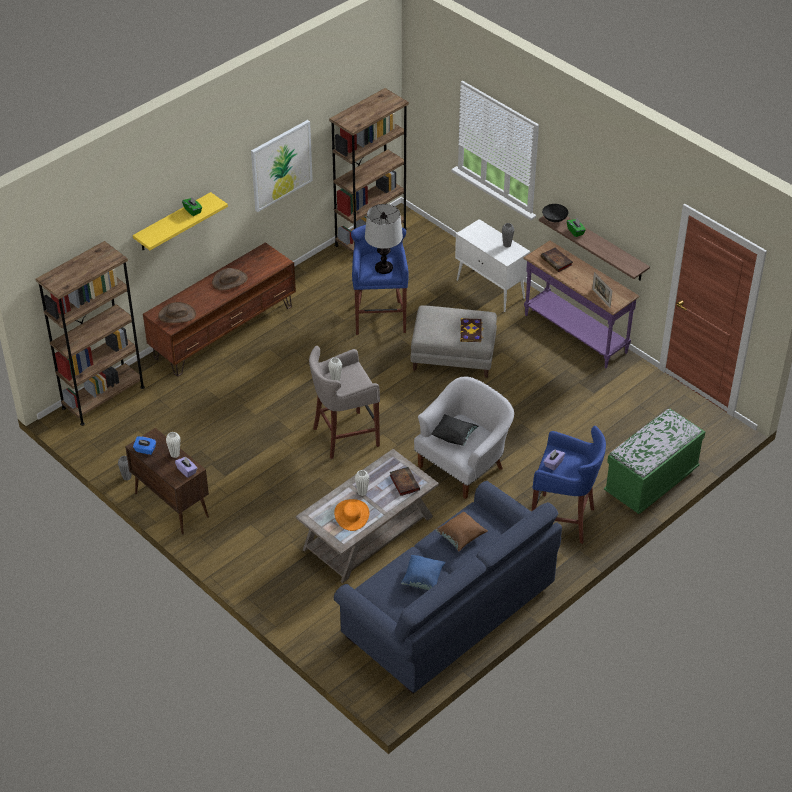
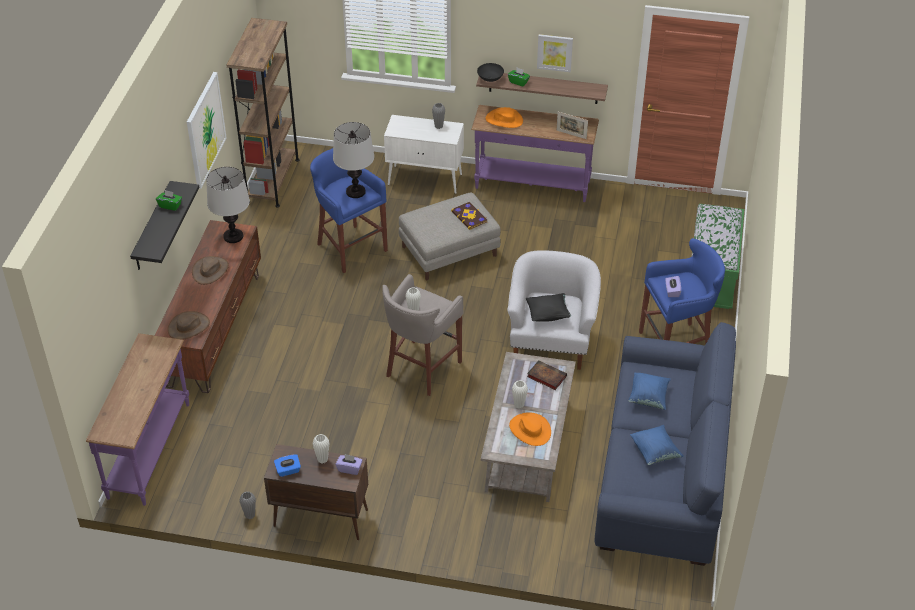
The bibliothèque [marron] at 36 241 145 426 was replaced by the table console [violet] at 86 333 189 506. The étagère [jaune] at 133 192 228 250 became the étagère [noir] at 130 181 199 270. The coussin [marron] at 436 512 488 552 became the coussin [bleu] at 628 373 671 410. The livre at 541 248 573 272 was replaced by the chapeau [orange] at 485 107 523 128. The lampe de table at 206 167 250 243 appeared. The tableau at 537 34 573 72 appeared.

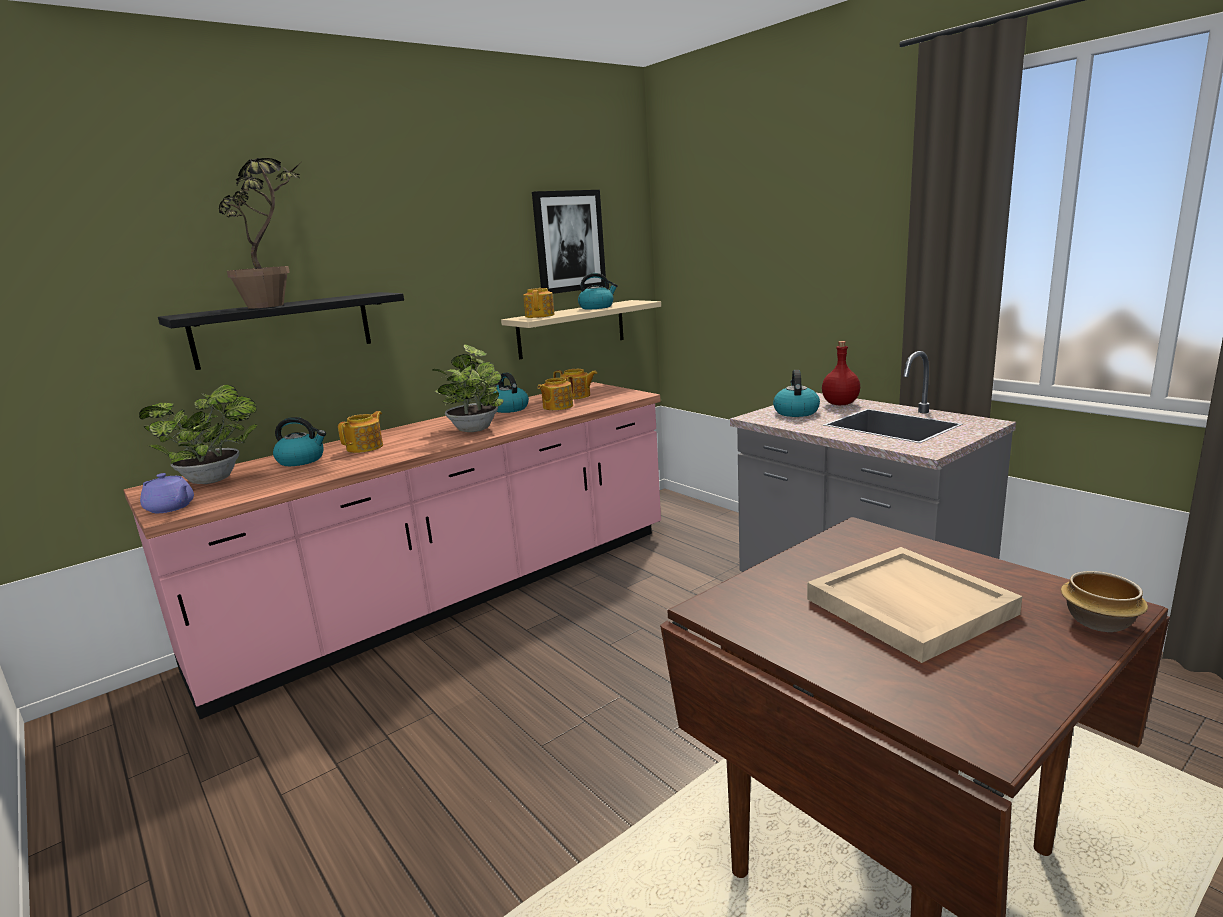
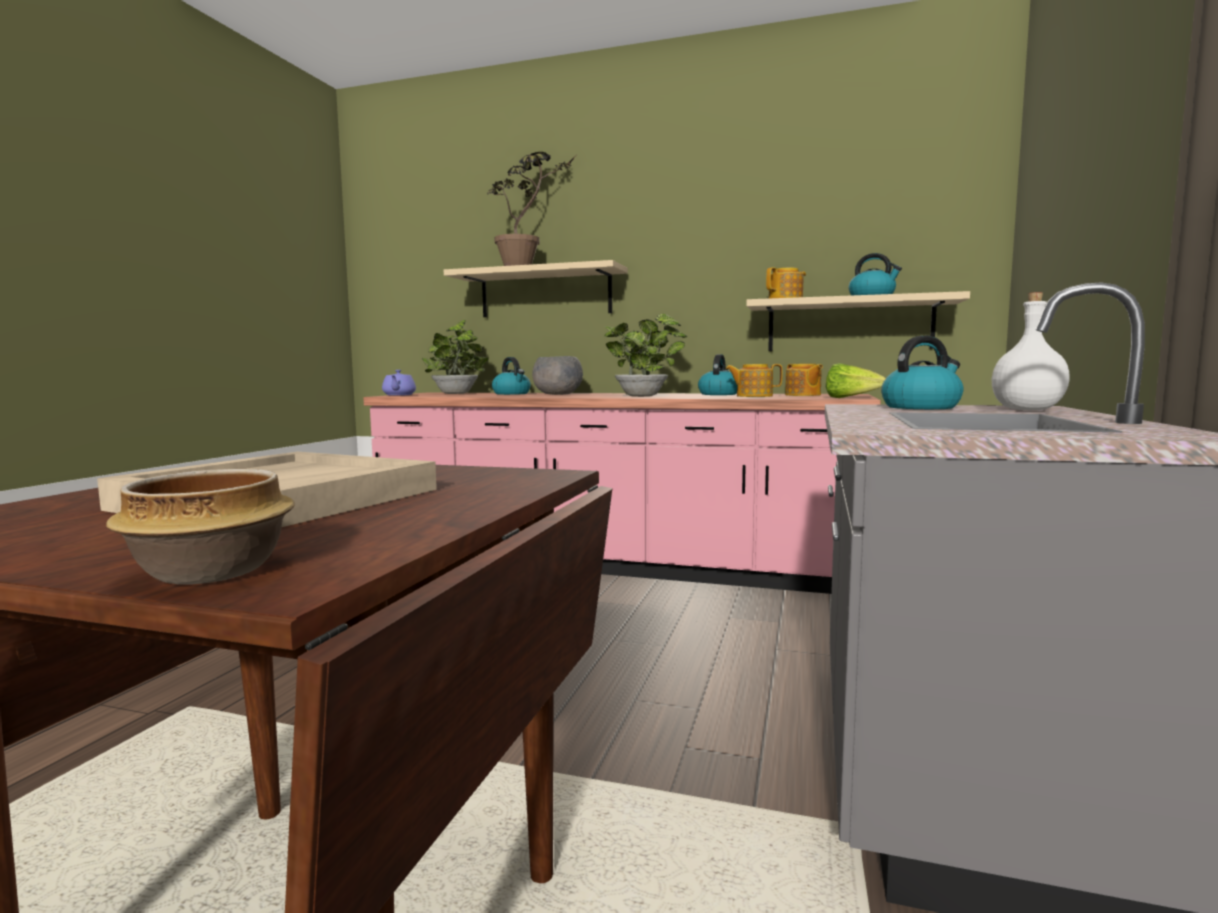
The étagère [noir] at 158 292 404 370 became the étagère [beige] at 444 260 628 317. The théière at 338 411 383 453 was replaced by the bol [gris] at 532 356 583 395. The tableau at 532 190 606 294 disappeared. The bouteille [rouge] at 822 341 860 405 became the bouteille [blanc] at 992 292 1070 410. The laitue at 826 363 886 398 appeared.

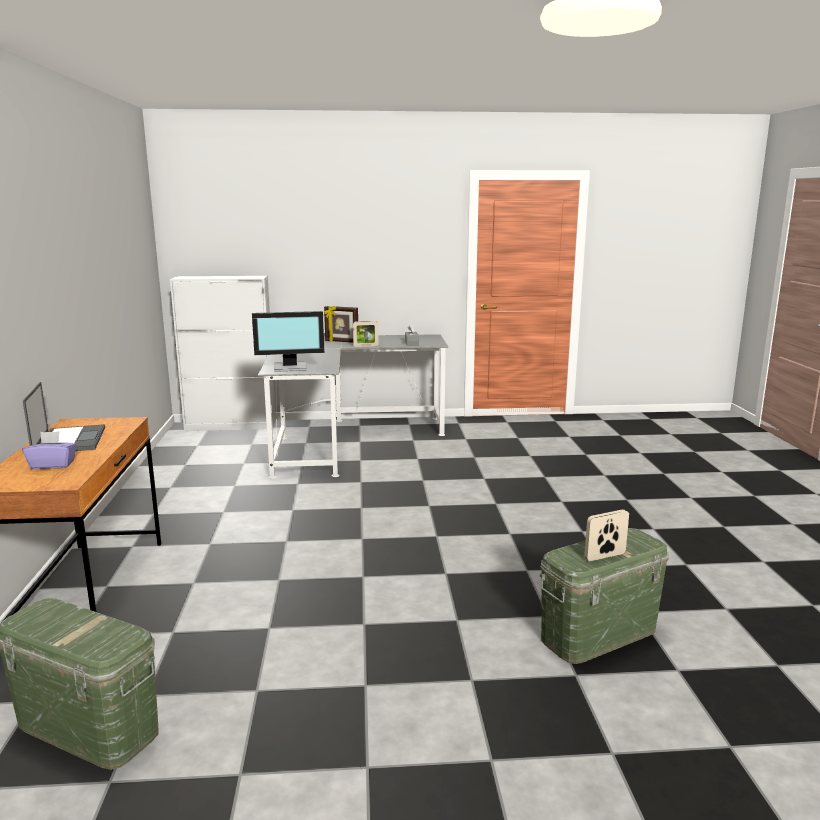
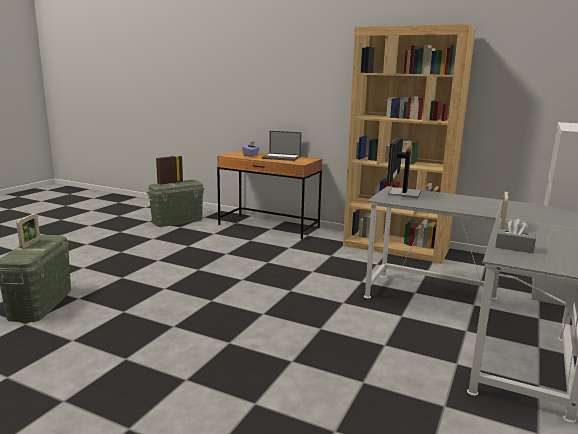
The cadre photo moved from 324 306 358 343 to 156 155 183 185. The bibliothèque [marron] at 343 24 476 264 appeared.

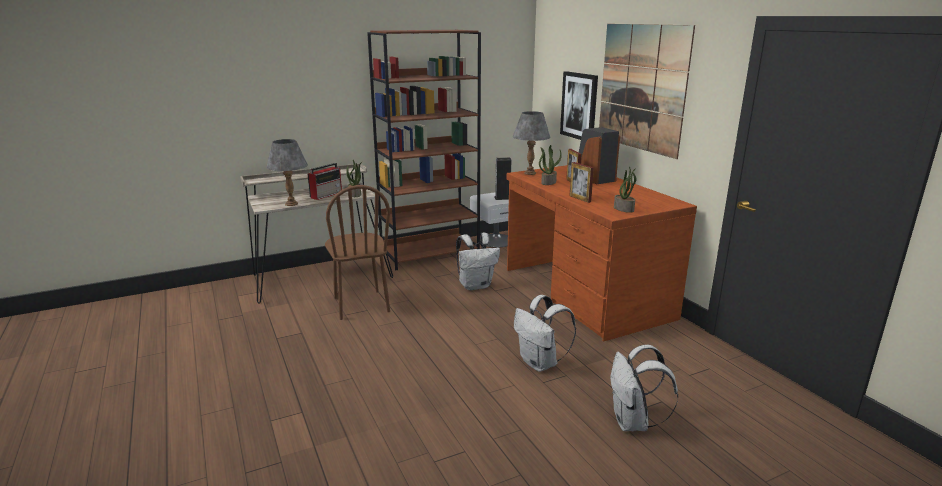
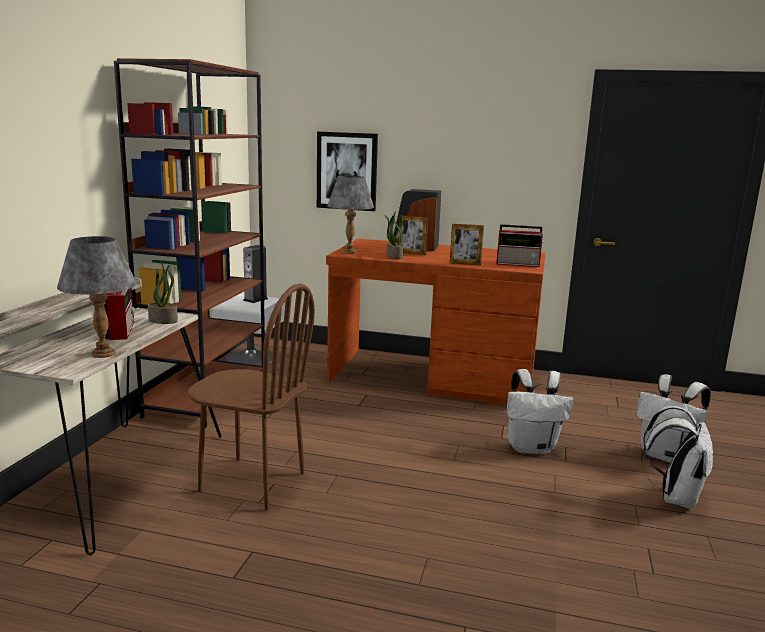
The sac à dos [blanc] moved from 456 232 500 290 to 641 406 713 509. The tableau at 599 24 695 159 disappeared. The plante en pot at 614 166 636 213 was replaced by the radio at 497 224 544 267.

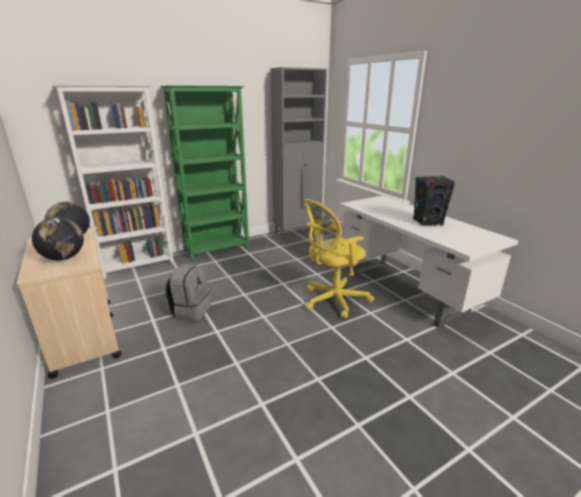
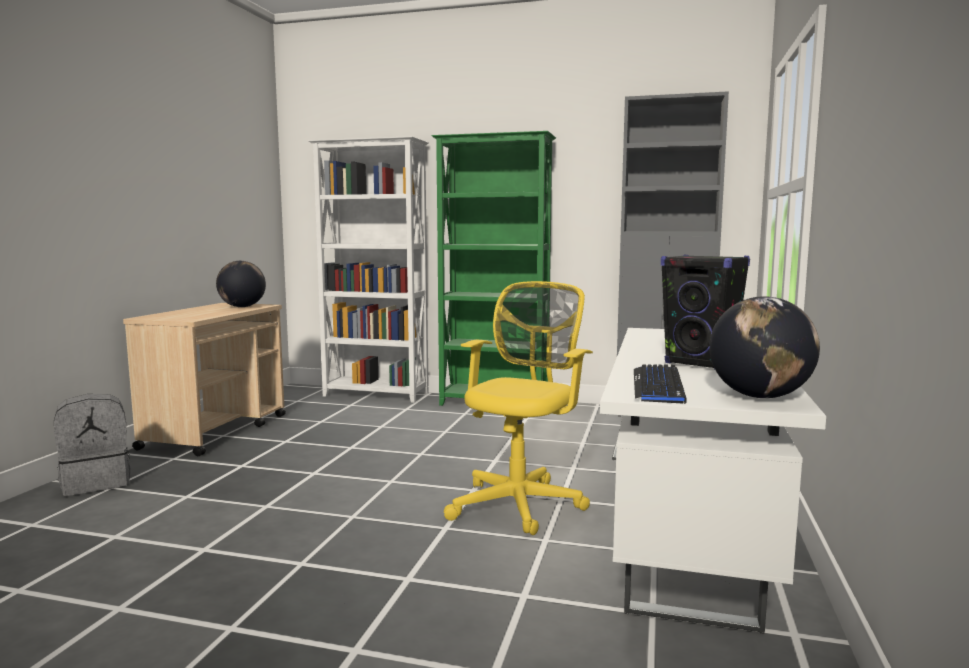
The globe moved from 32 217 84 260 to 709 296 820 398. The sac à dos [gris] moved from 166 264 211 322 to 54 394 131 496. The chaise de bureau [jaune] at 303 199 374 319 turned 105 degrees clockwise. The clavier at 634 364 687 404 appeared.

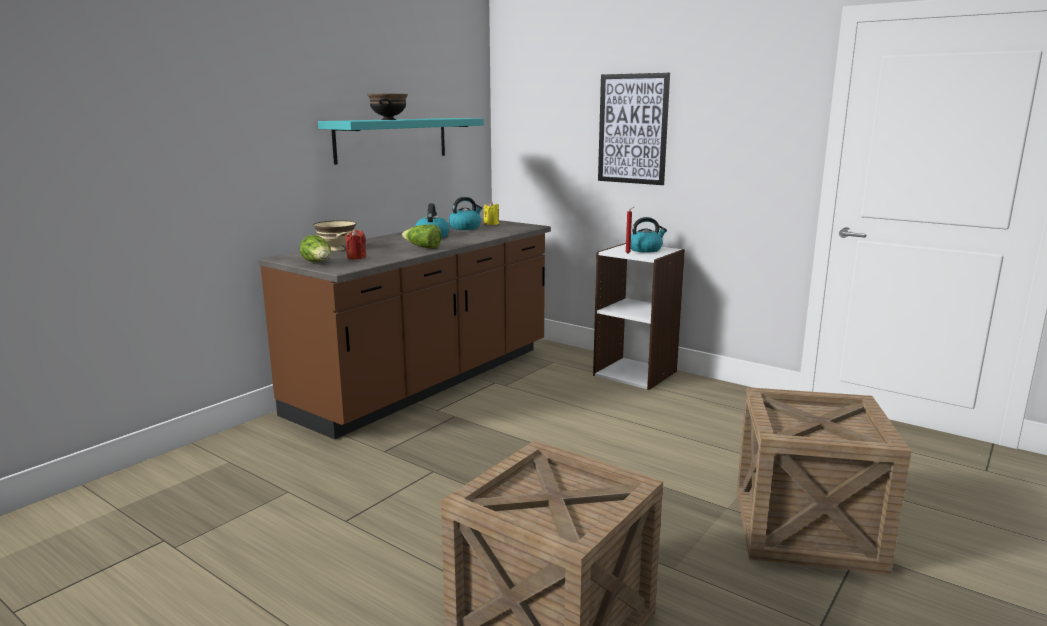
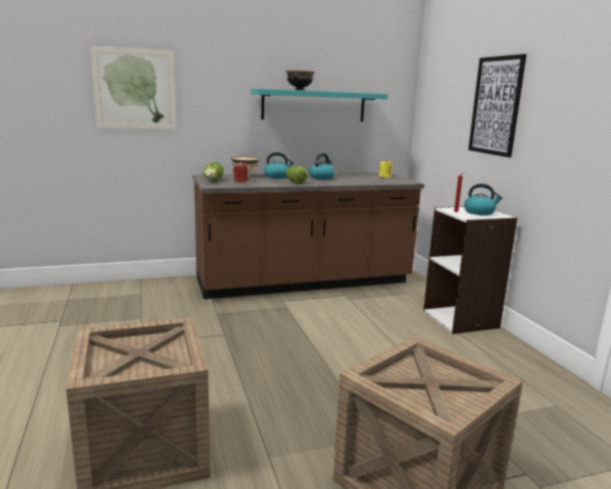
The bouilloire moved from 448 197 482 230 to 264 152 294 179. The tableau at 90 46 176 130 appeared.

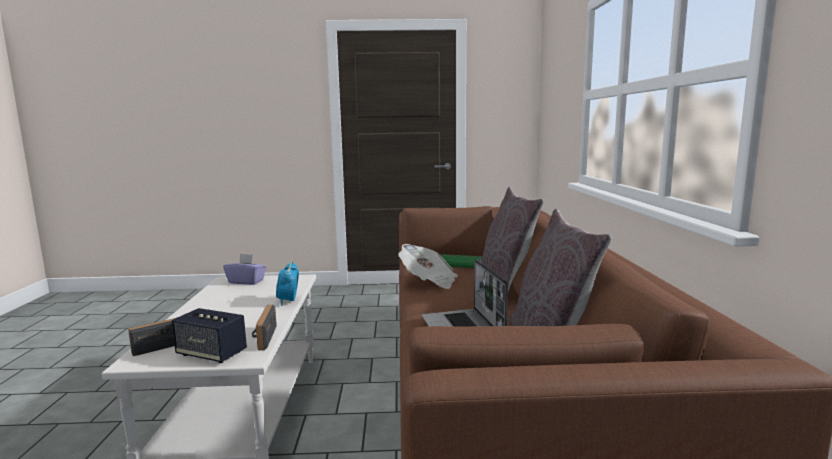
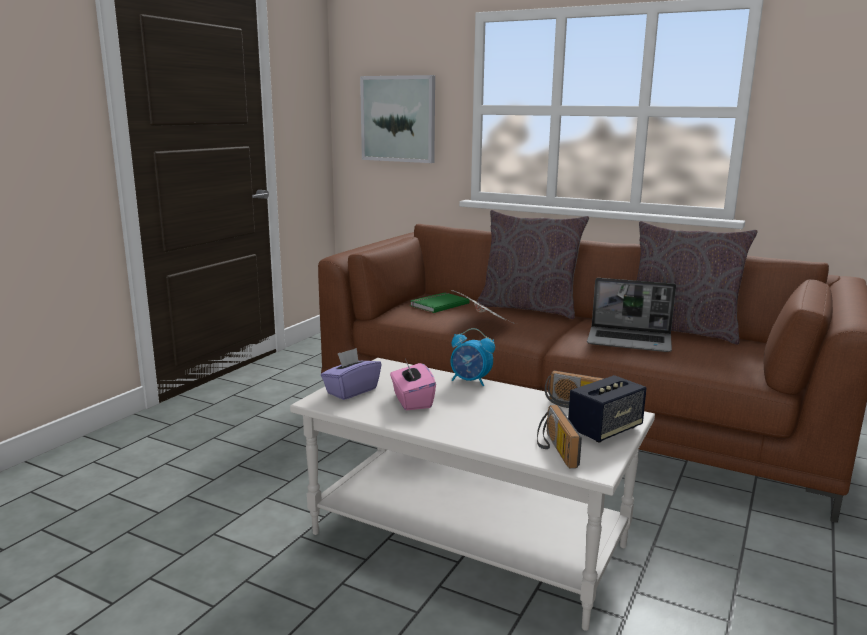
The tableau at 360 75 435 163 appeared. The boîte à mouchoirs [rose] at 390 359 436 410 appeared.

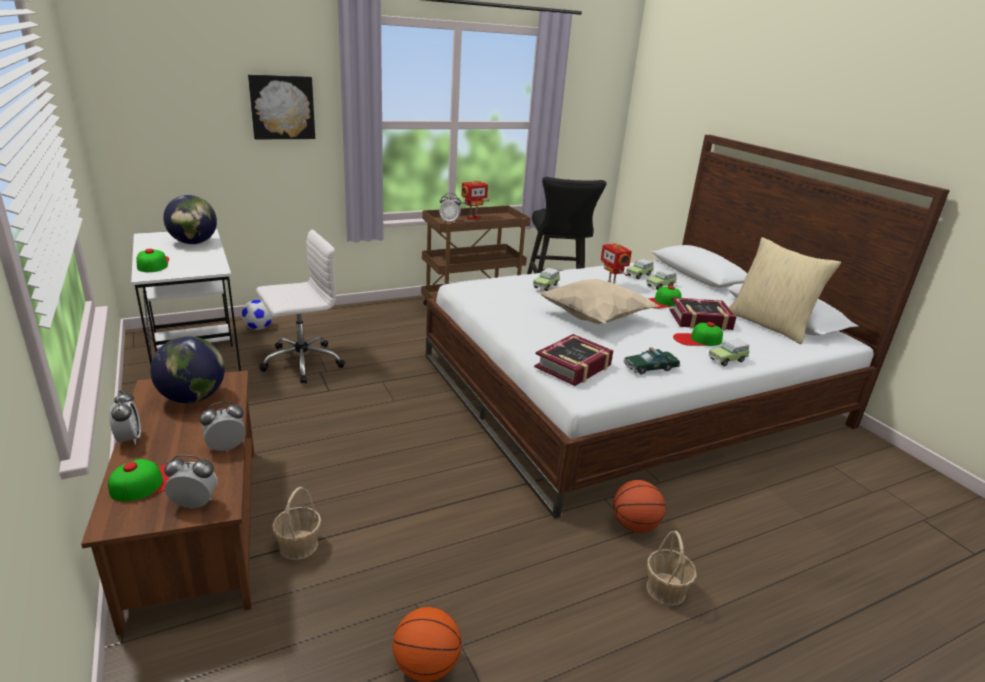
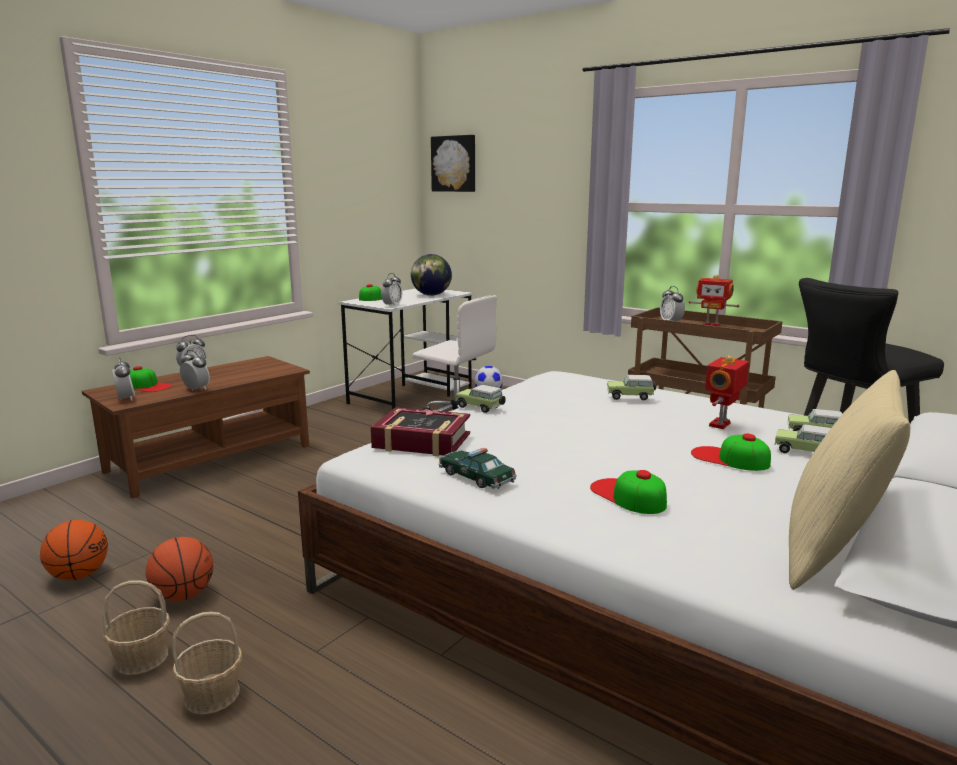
The globe at 150 336 225 403 disappeared. The tableau moved from 248 75 315 139 to 431 135 475 192. The panier moved from 272 487 321 560 to 102 580 170 675. The coussin [beige] at 536 279 659 324 disappeared. The ballon de basket moved from 613 480 665 533 to 146 537 213 601. The livre at 669 298 737 330 disappeared. The petite voiture moved from 708 339 750 366 to 455 385 506 413. The réveil at 381 273 402 306 appeared.

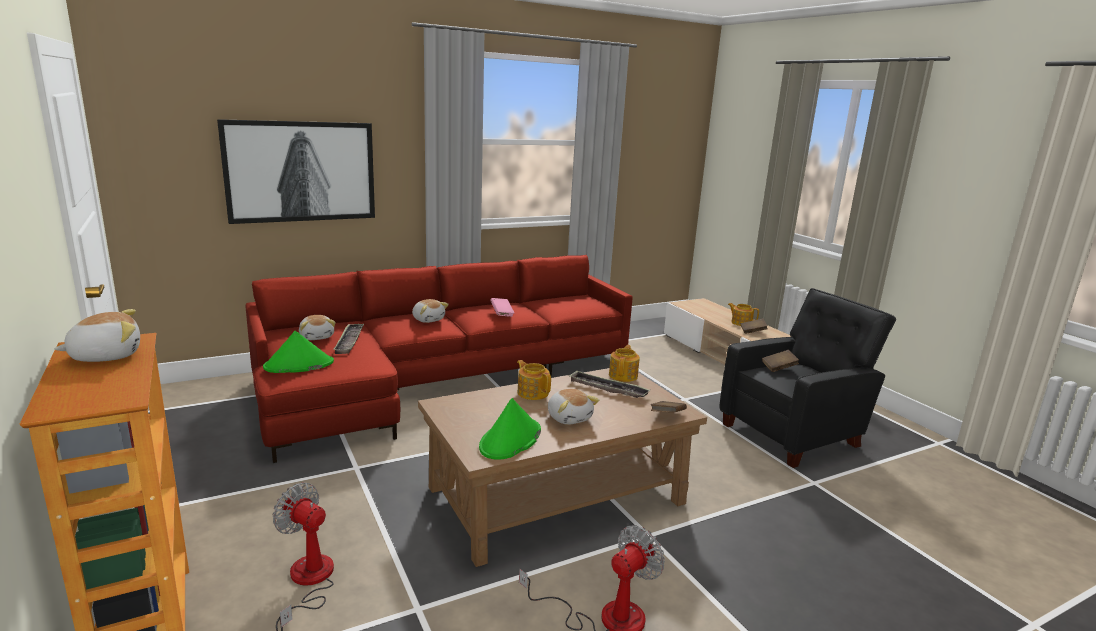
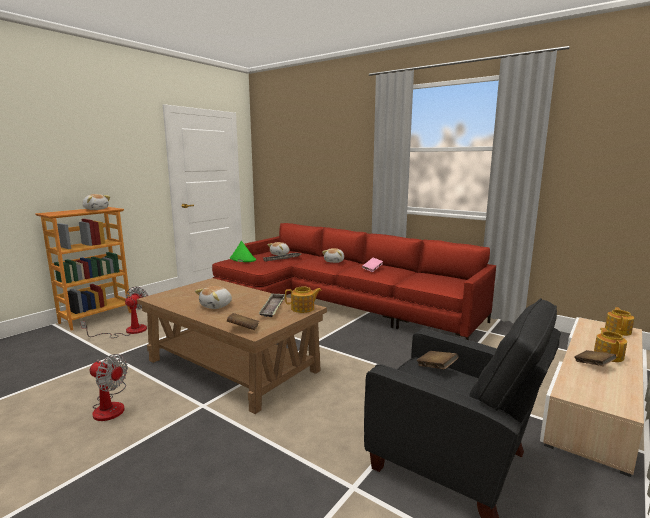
The tableau at 217 119 375 224 disappeared. The chapeau [vert] at 479 398 541 459 disappeared. The théière moved from 517 360 551 400 to 605 307 634 336.

